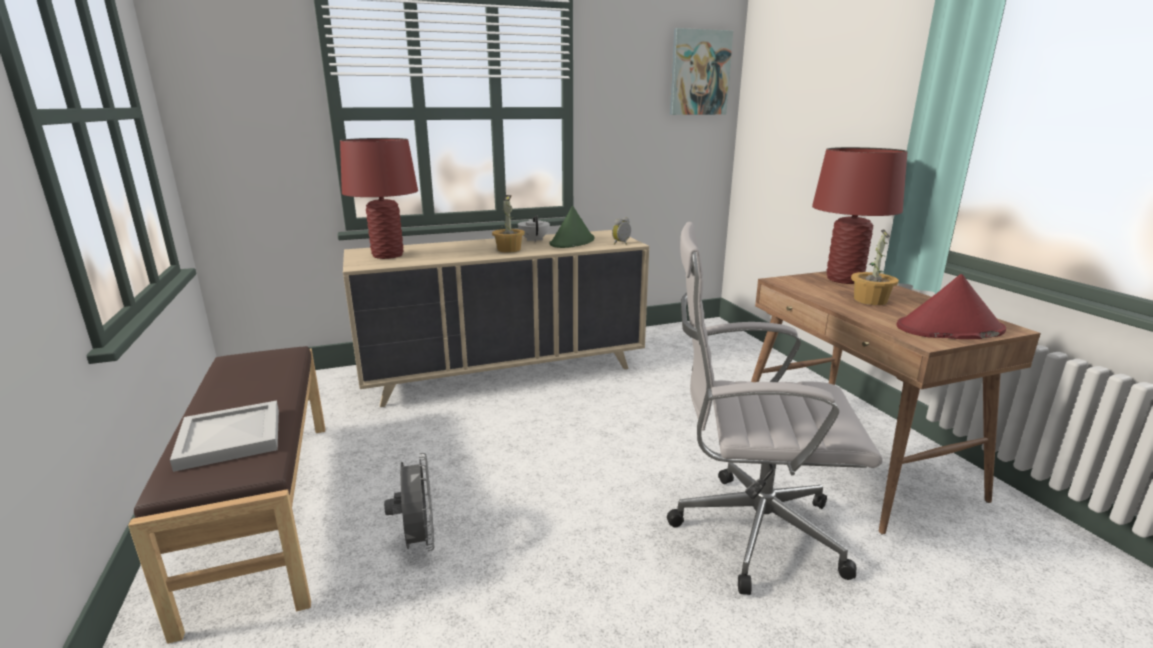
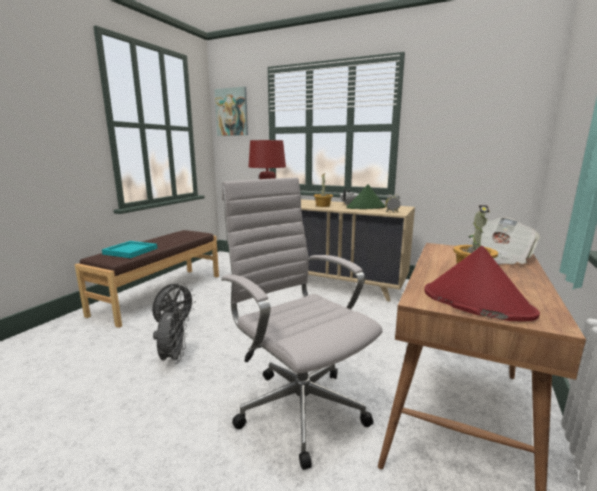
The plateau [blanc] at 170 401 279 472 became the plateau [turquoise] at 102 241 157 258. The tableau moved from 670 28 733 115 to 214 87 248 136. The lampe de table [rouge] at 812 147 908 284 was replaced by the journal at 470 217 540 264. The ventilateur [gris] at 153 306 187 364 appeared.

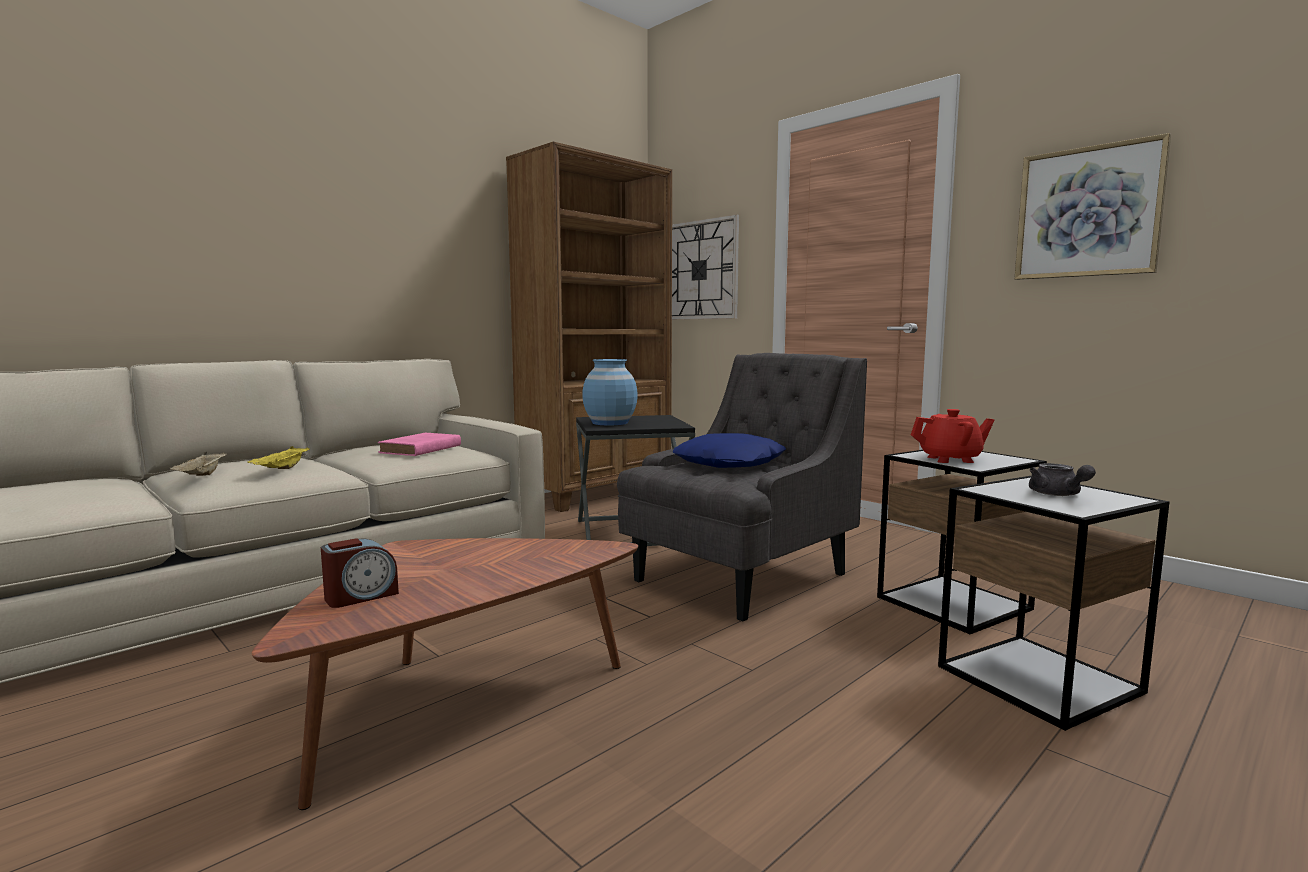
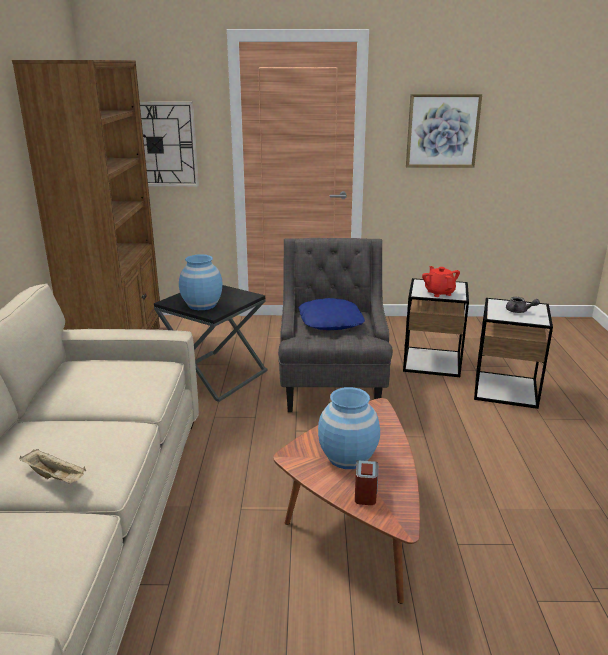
The plateau [jaune] at 247 446 309 469 disappeared. The livre [rose] at 378 433 461 456 disappeared. The théière [rouge] at 911 409 995 463 turned 60 degrees counterclockwise. The vase [bleu] at 318 387 380 469 appeared.

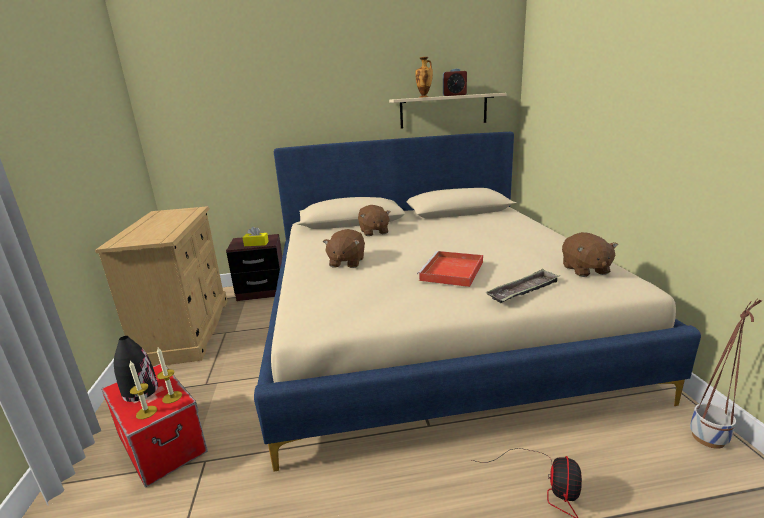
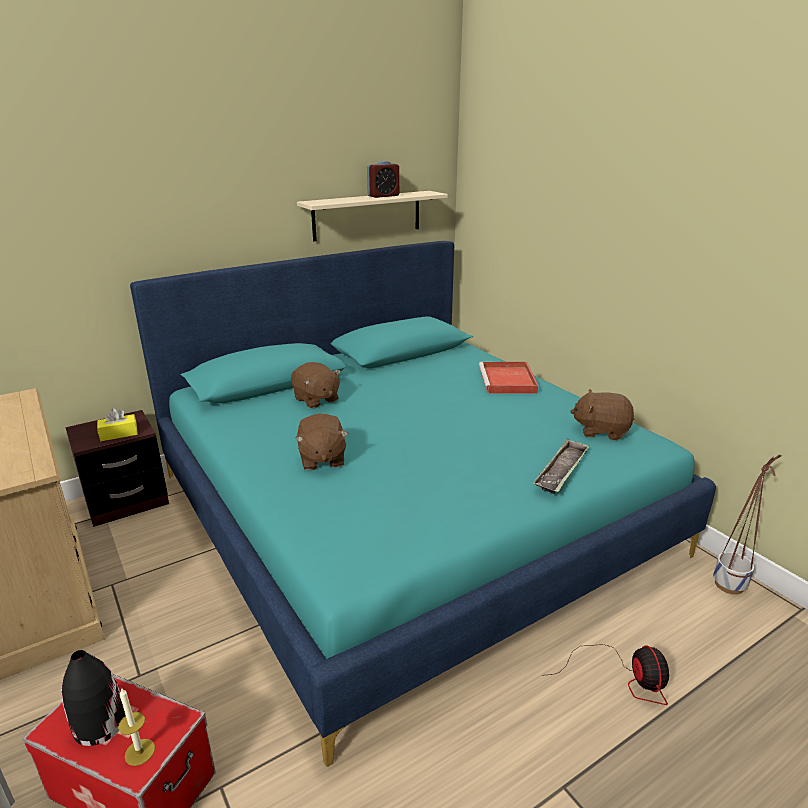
The bougie at 157 347 182 404 disappeared. The lit [beige] at 254 132 701 471 became the lit [turquoise] at 130 241 716 767. The vase at 416 57 433 98 disappeared. The plateau [rouge] moved from 417 251 483 287 to 479 362 539 394. The peluche [marron] at 562 232 618 277 turned 135 degrees clockwise.

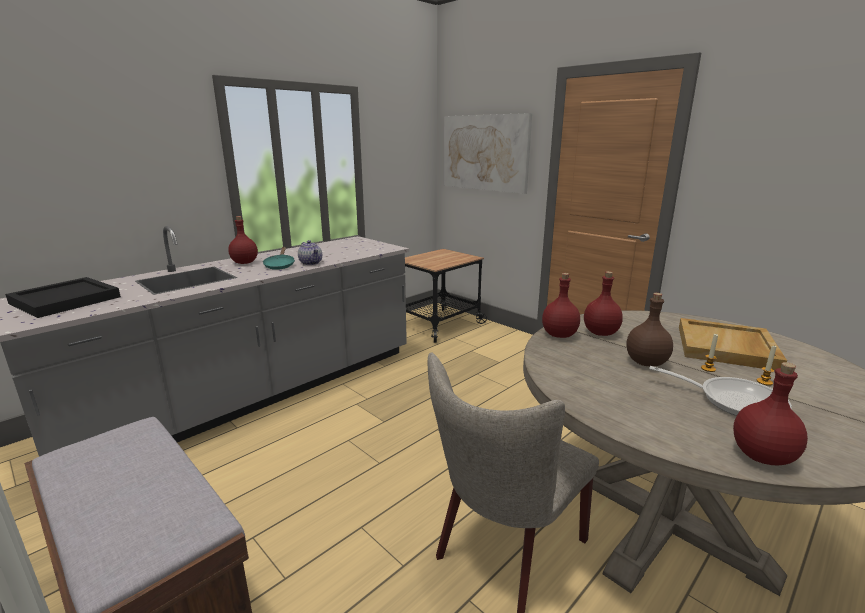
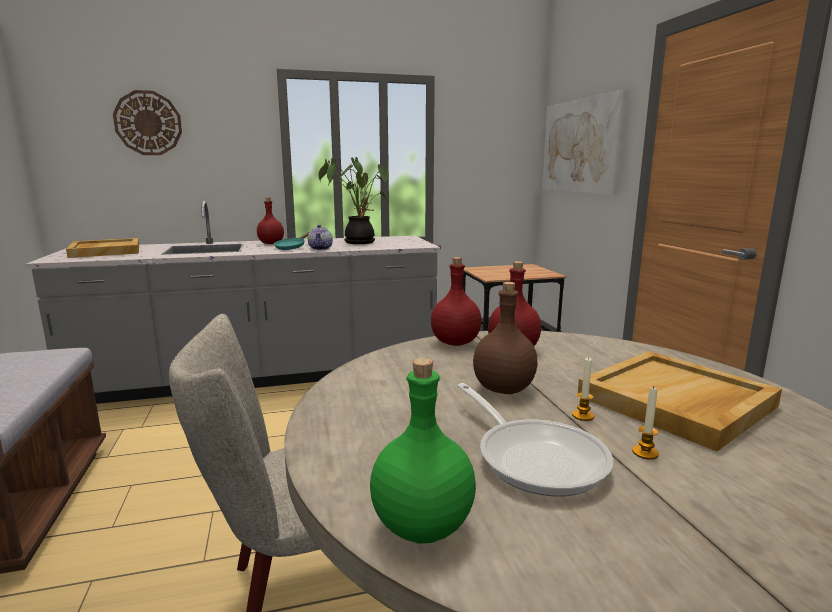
The plateau [noir] at 5 277 121 318 became the plateau [beige] at 66 238 139 258. The bouteille [rouge] at 733 362 808 466 became the bouteille [vert] at 370 358 476 543. The horloge murale at 113 90 182 155 appeared. The plante en pot at 318 157 388 244 appeared.

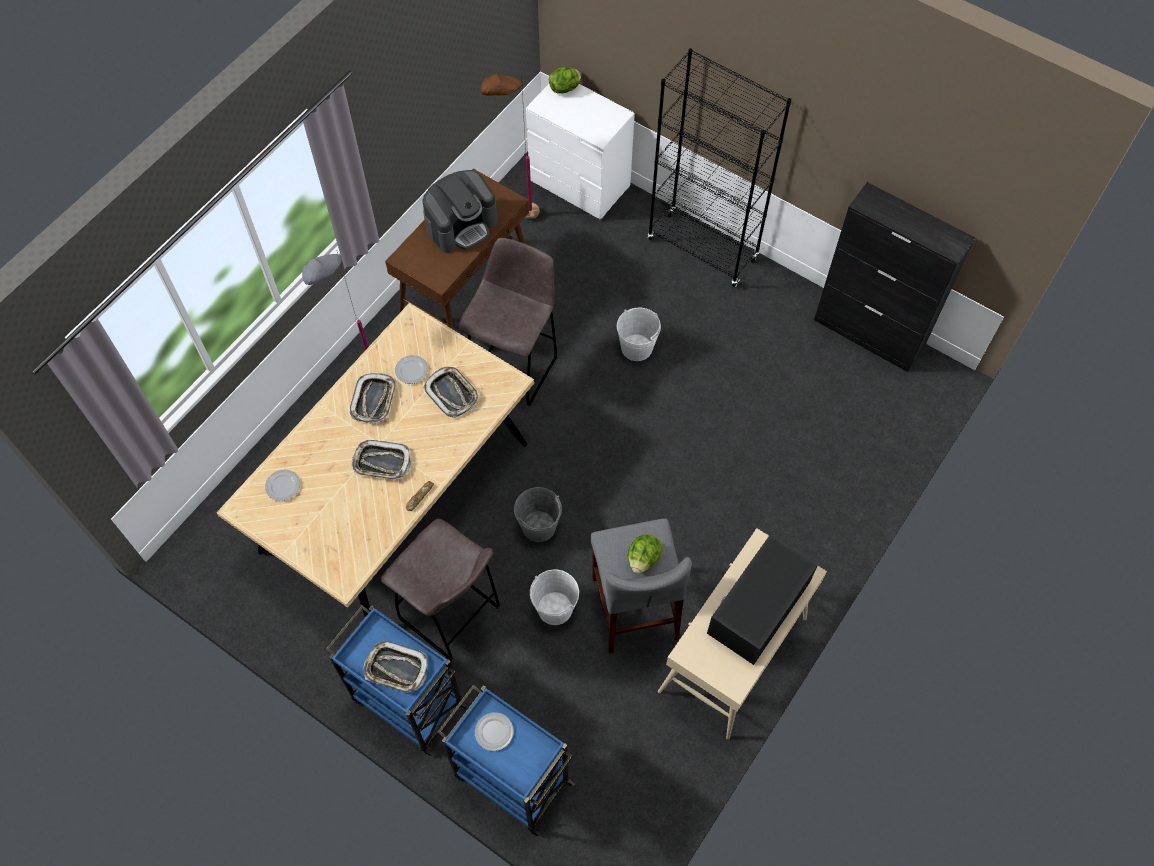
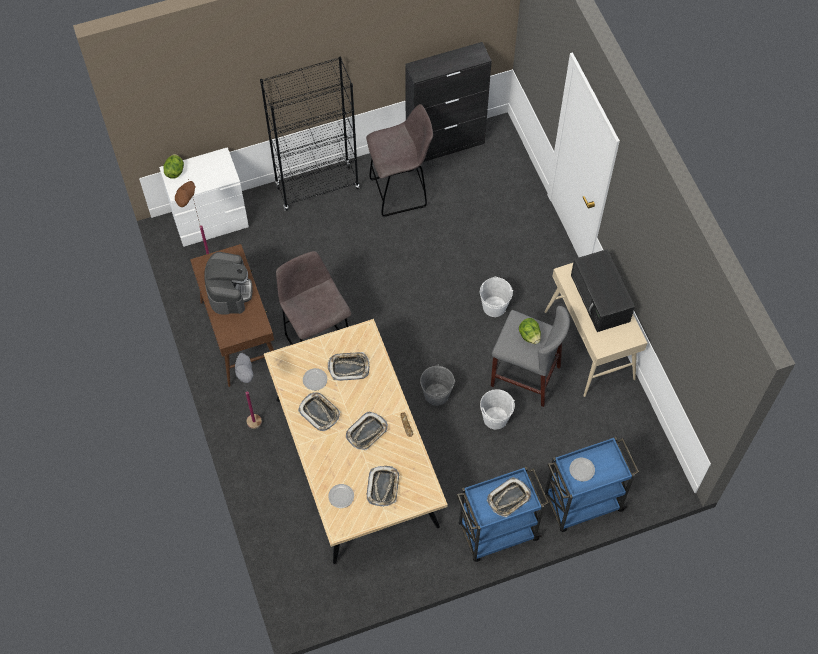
The tabouret [gris] moved from 381 519 500 661 to 366 104 433 217. The seau [blanc] moved from 617 308 661 361 to 479 276 513 317. The plateau at 367 466 399 507 appeared.

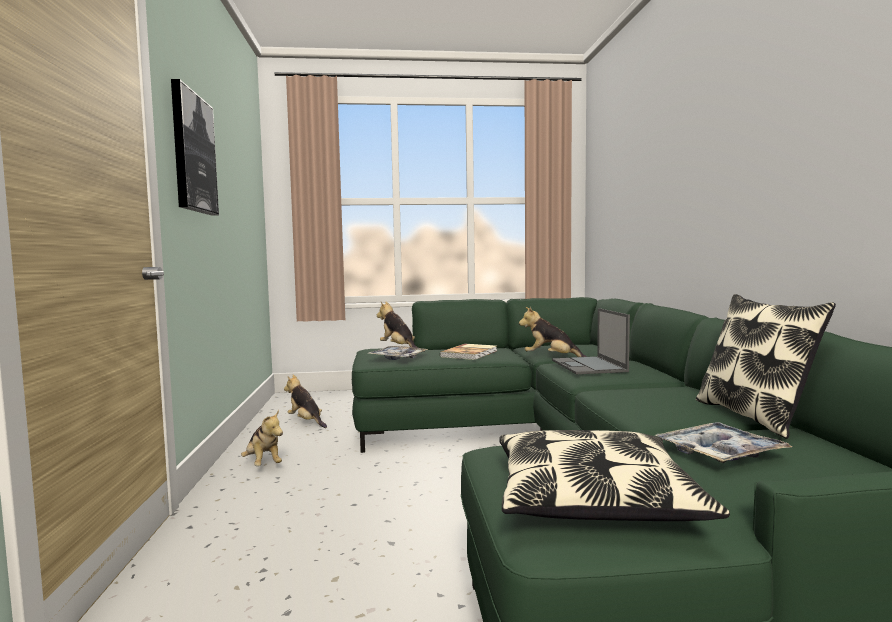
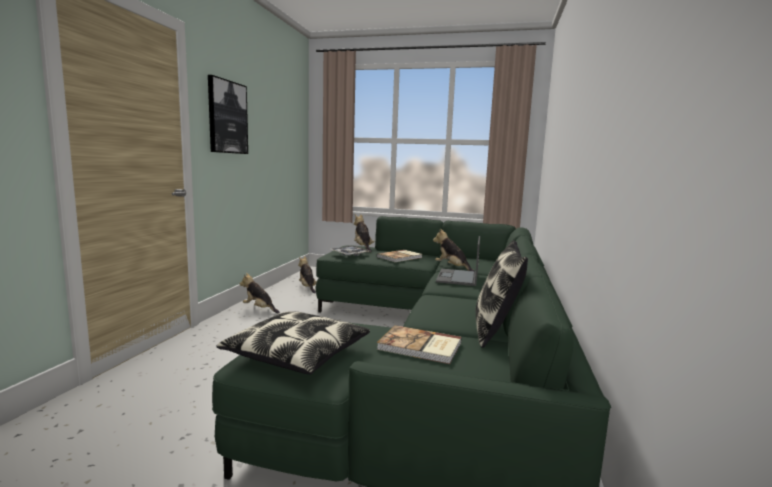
The peluche at 241 410 283 466 turned 135 degrees clockwise. The plateau at 655 422 792 463 was replaced by the livre at 377 325 462 364.

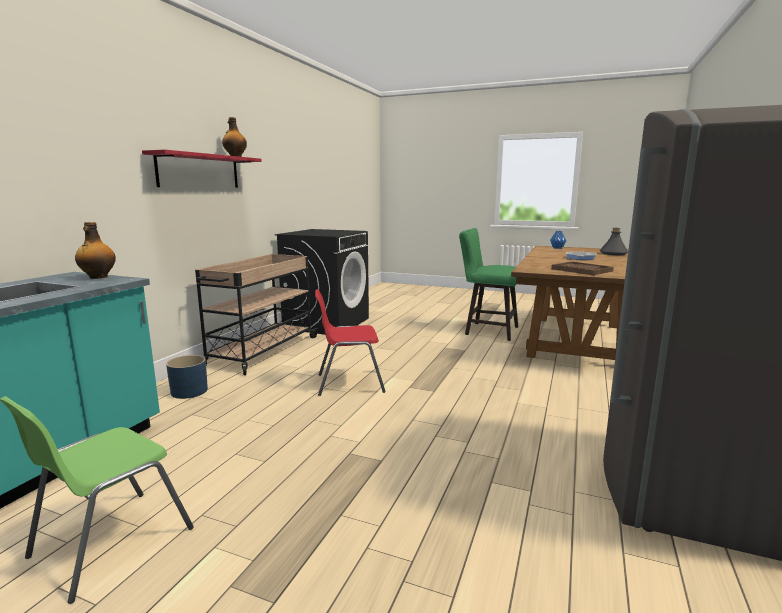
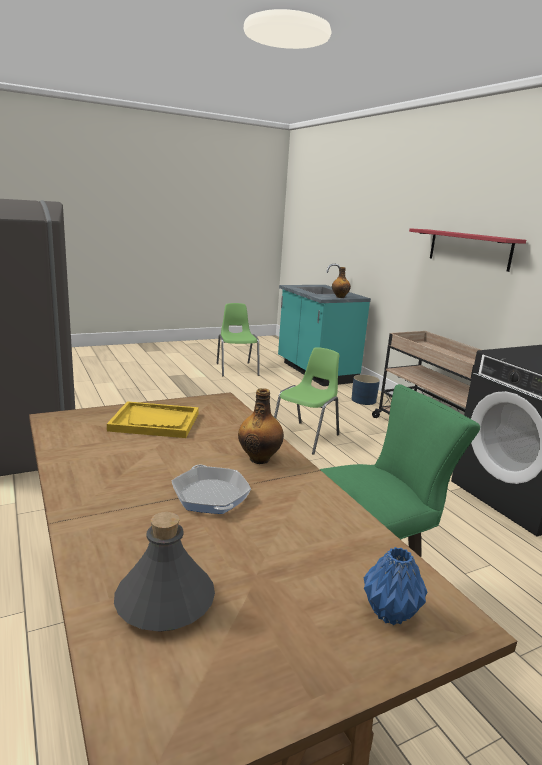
The bouteille moved from 222 117 247 157 to 238 388 284 464. The chaise [rouge] at 315 289 386 396 became the chaise [vert] at 274 347 340 455. The plateau [marron] at 551 261 614 275 became the plateau [jaune] at 107 401 199 438.

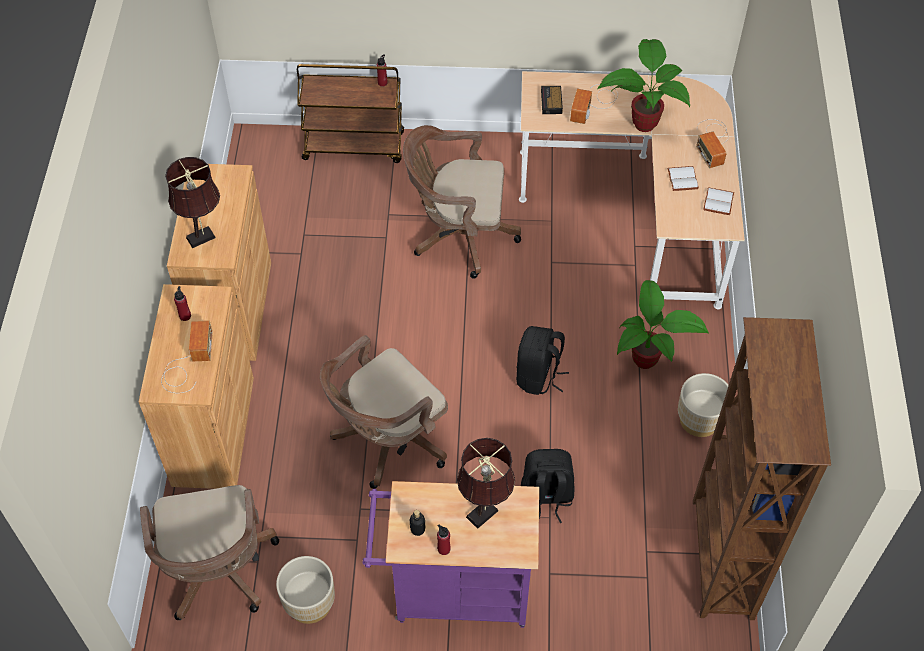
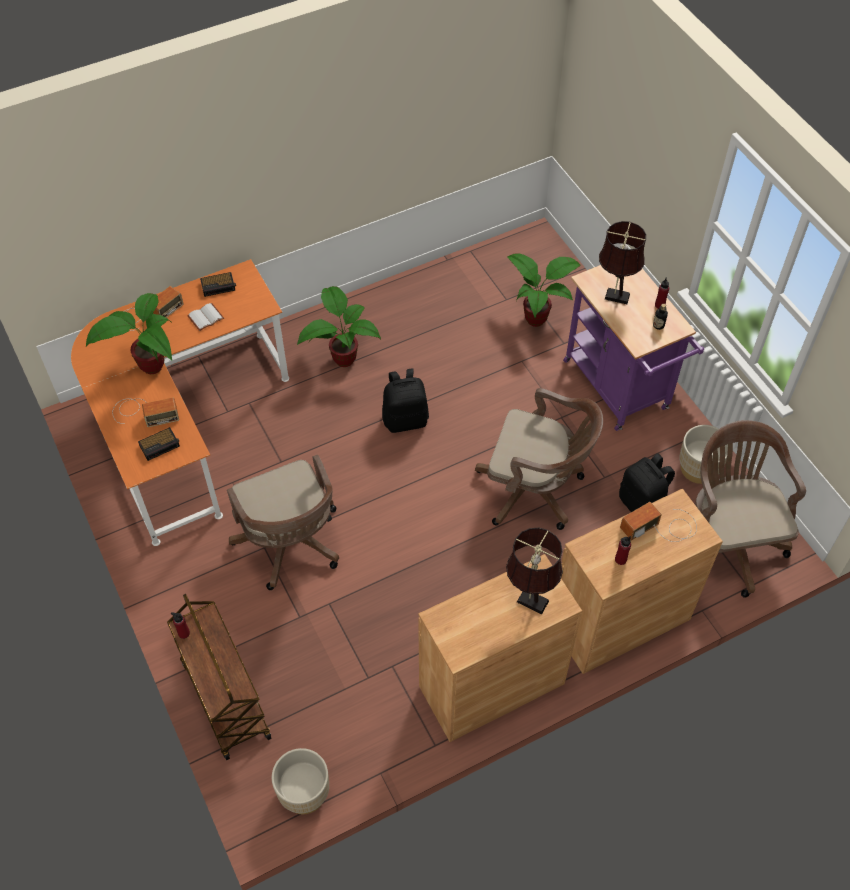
The chaise de bureau [marron] at 140 485 280 620 turned 60 degrees counterclockwise. The bureau [beige] at 519 71 745 309 became the bureau [orange] at 71 259 289 546. The sac à dos [noir] moved from 521 449 574 523 to 619 453 675 512. The cache-pot [beige] moved from 678 373 729 437 to 272 748 329 814. The bibliothèque [marron] at 693 317 831 620 disappeared. The livre [blanc] at 703 187 734 215 was replaced by the réveil at 200 272 236 297. The plante en pot at 507 253 581 327 appeared.

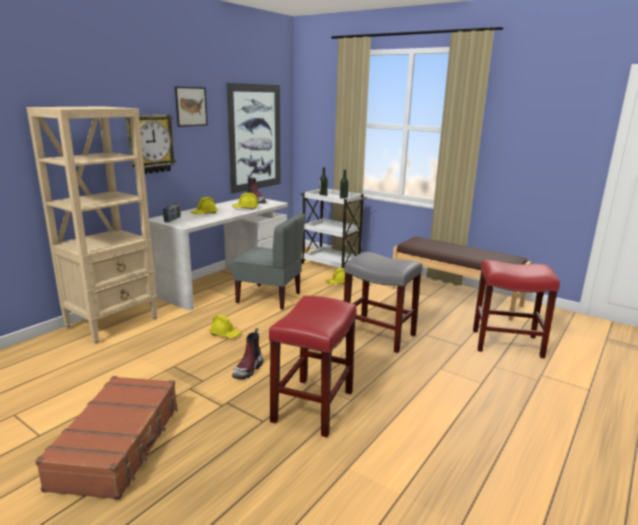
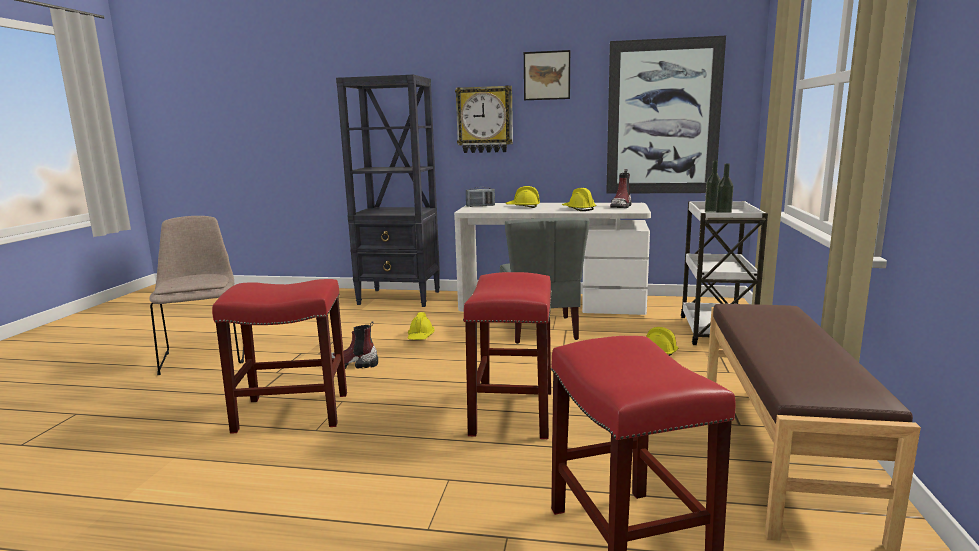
The bibliothèque [beige] at 26 106 158 344 became the bibliothèque [noir] at 336 75 440 307. The valise [marron] at 35 376 178 500 was replaced by the chaise [beige] at 149 216 244 375. The tabouret [gris] at 344 252 422 353 became the tabouret [rouge] at 463 272 552 439.

